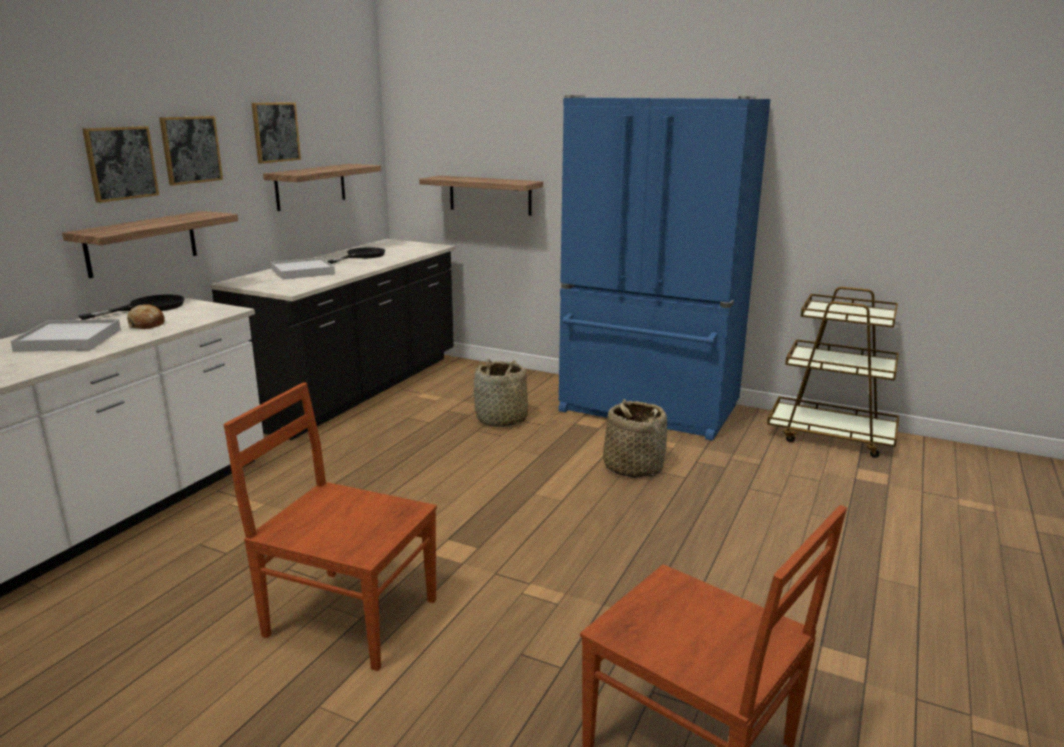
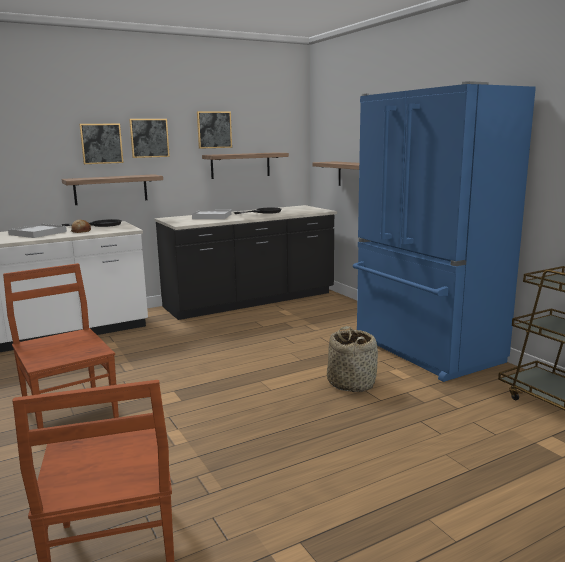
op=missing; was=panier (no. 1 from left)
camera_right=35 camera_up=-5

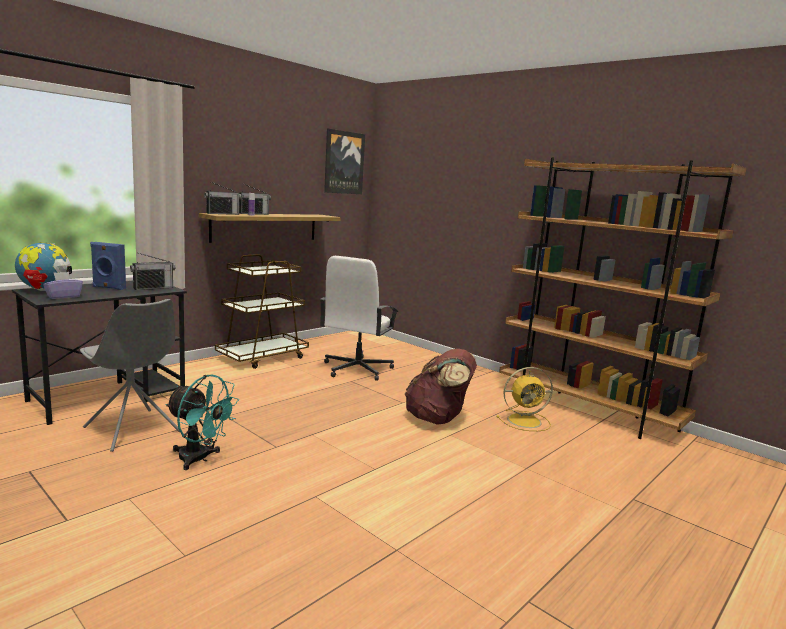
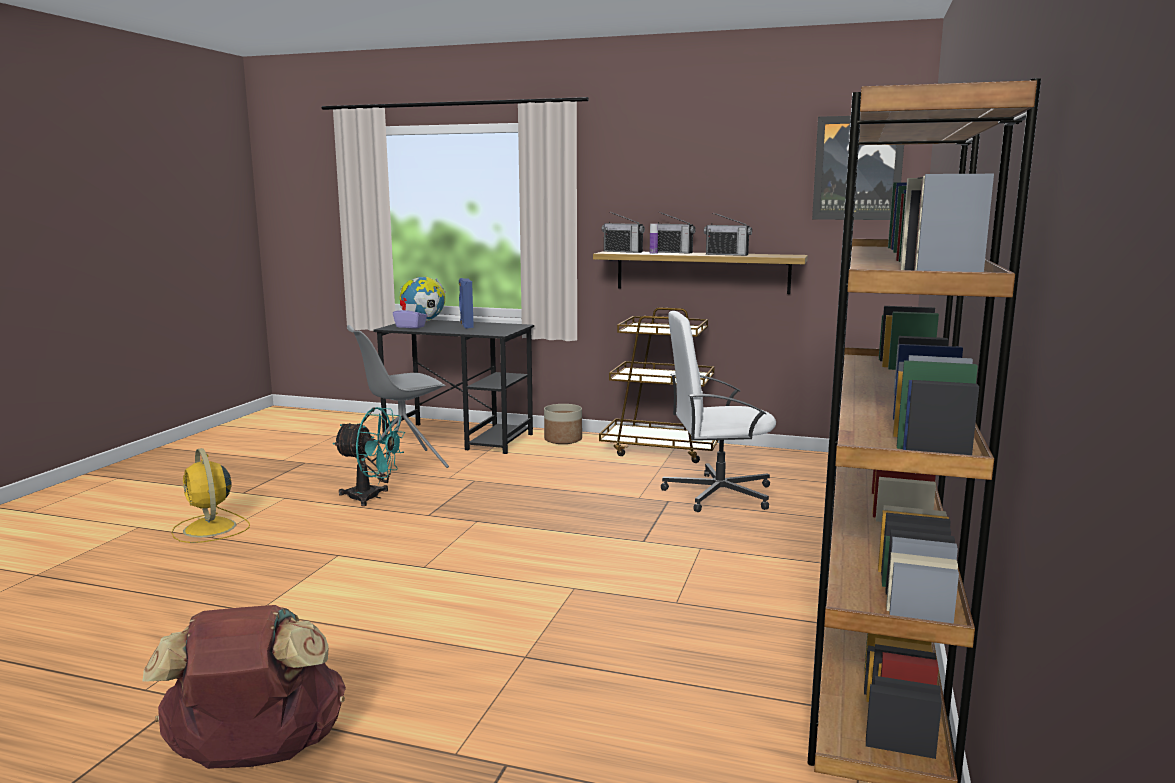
op=relocated; was=sac à dos (marron)
op=relocated; was=ventilateur (jaune)
op=spun; was=ventilateur (turquoise); clockwise=-75
op=spun; was=chaise (gris); clockwise=45
op=appeared; now=cache-pot
op=relocated; was=radio (no. 1 from left in the first image); now=radio (no. 3 from left)
camera_right=65 camera_up=0

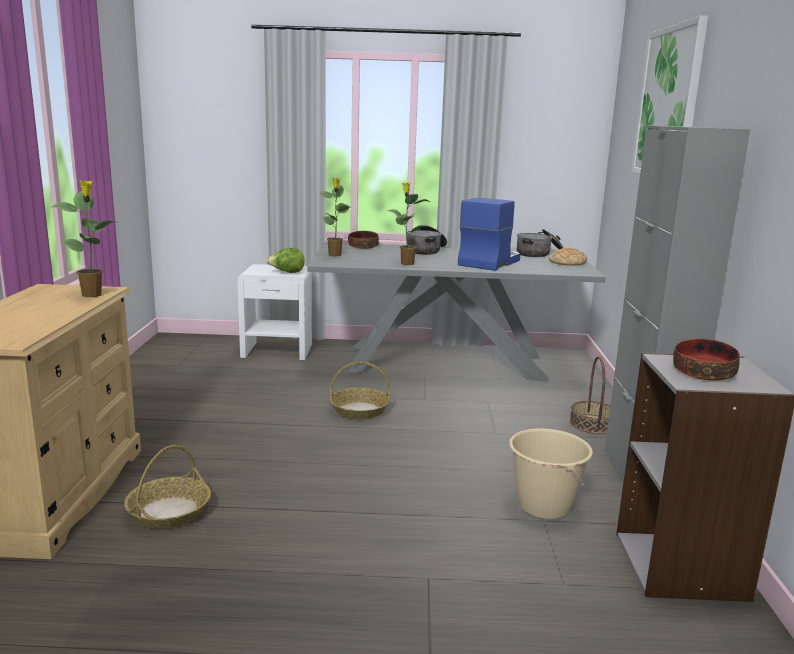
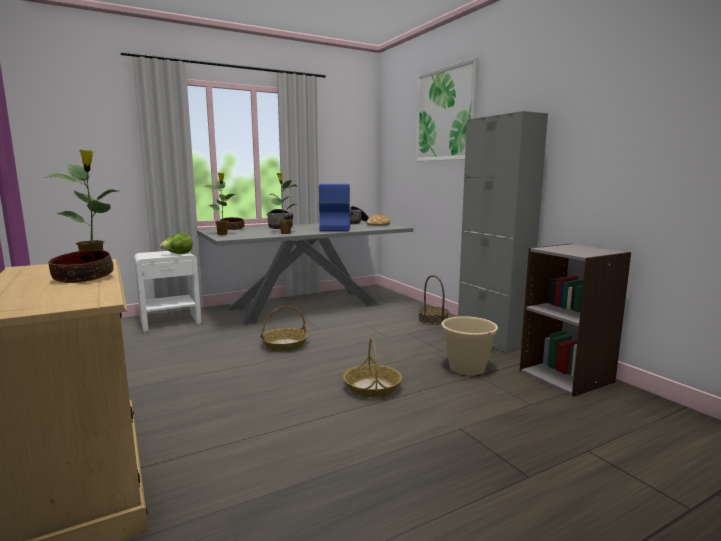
op=relocated; was=bol (no. 2 from left in the first image); now=bol (no. 1 from left)
op=relocated; was=panier (no. 1 from left in the first image); now=panier (no. 2 from left)
camera_right=-30 camera_up=-5

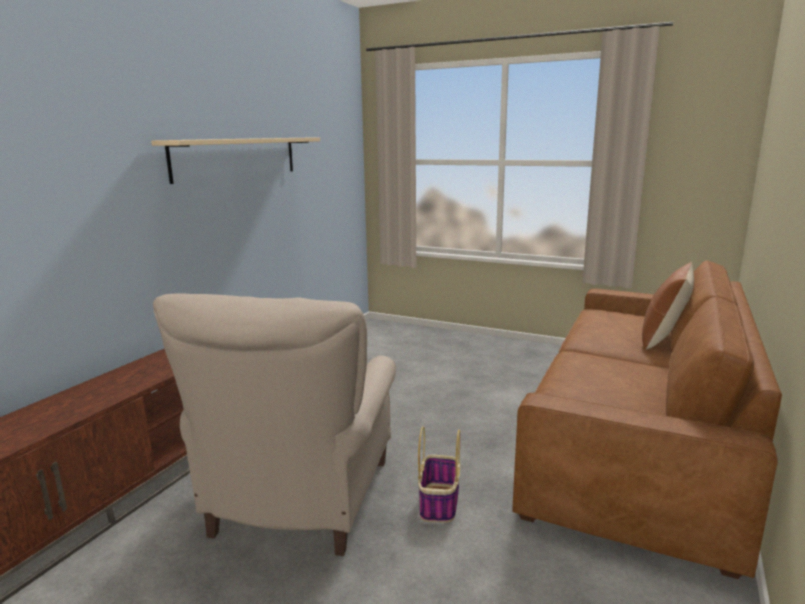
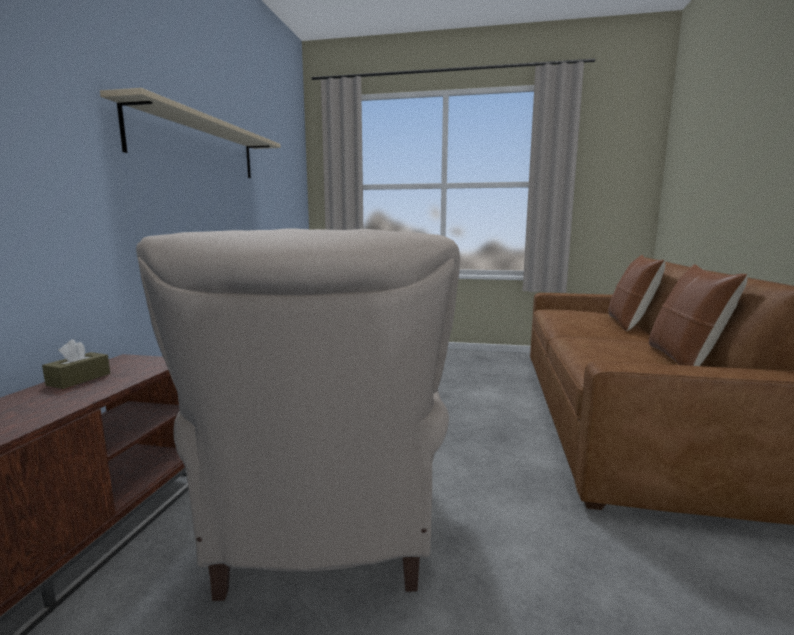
op=appeared; now=boîte à mouchoirs (marron)
op=appeared; now=coussin (marron) (no. 2 from left)
op=missing; was=panier
camera_right=-15 camera_up=-5

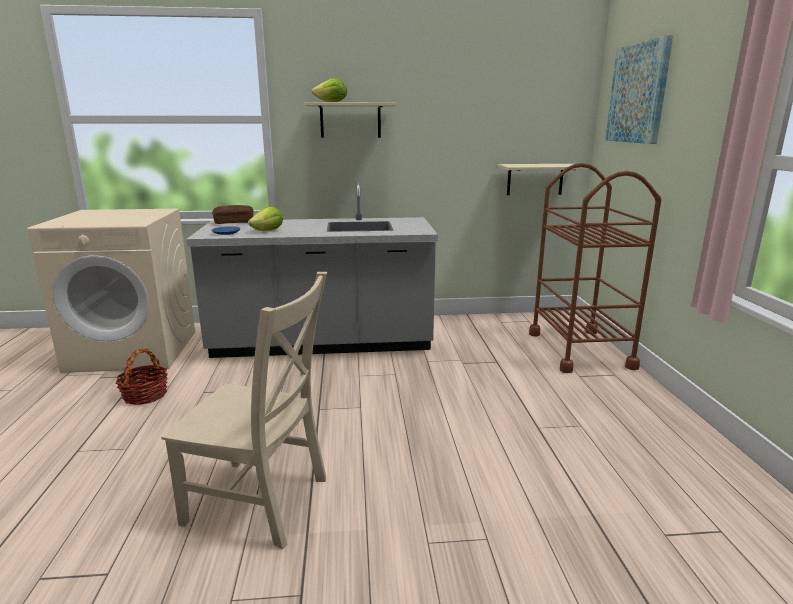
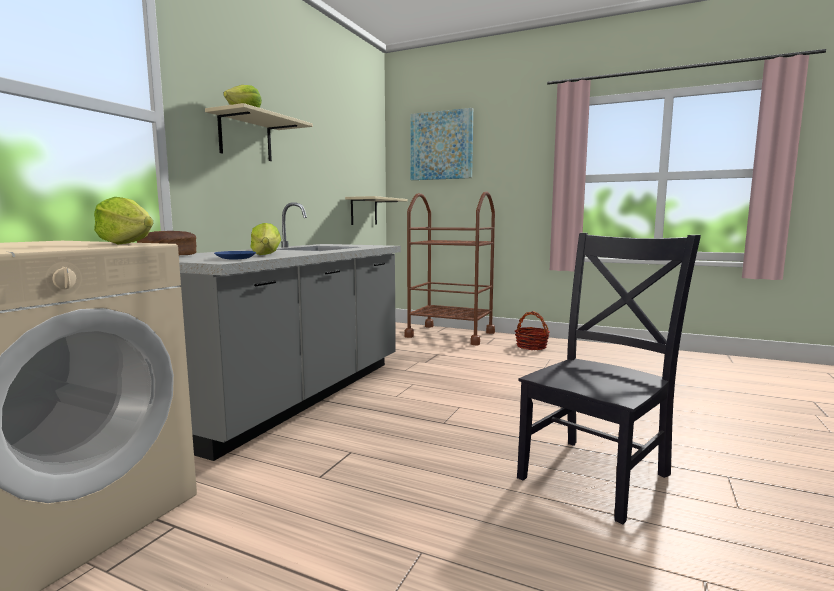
op=appeared; now=laitue (no. 1 from left)
op=relocated; was=panier
op=colour; was=chaise (beige); now=chaise (noir)
camera_right=-60 camera_up=-10

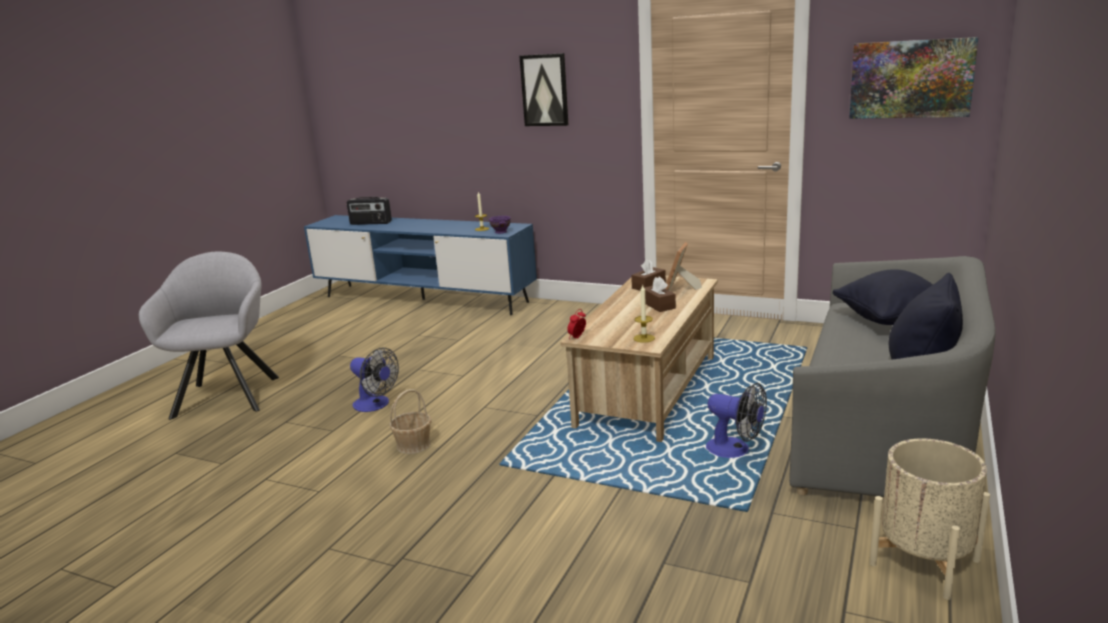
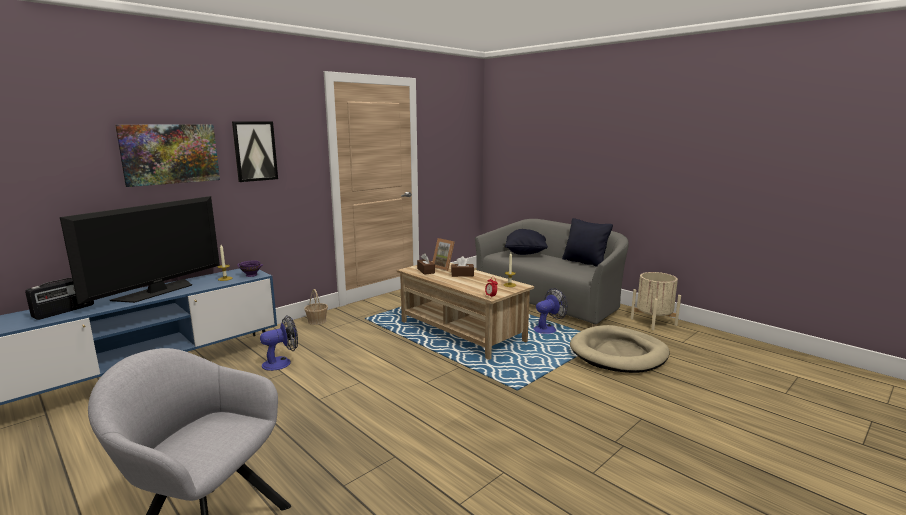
op=appeared; now=téléviseur
op=relocated; was=tableau (no. 2 from left in the first image); now=tableau (no. 1 from left)
op=relocated; was=ventilateur (no. 1 from left)
op=relocated; was=panier
op=appeared; now=panier pour chien (beige)
camera_right=-70 camera_up=-5

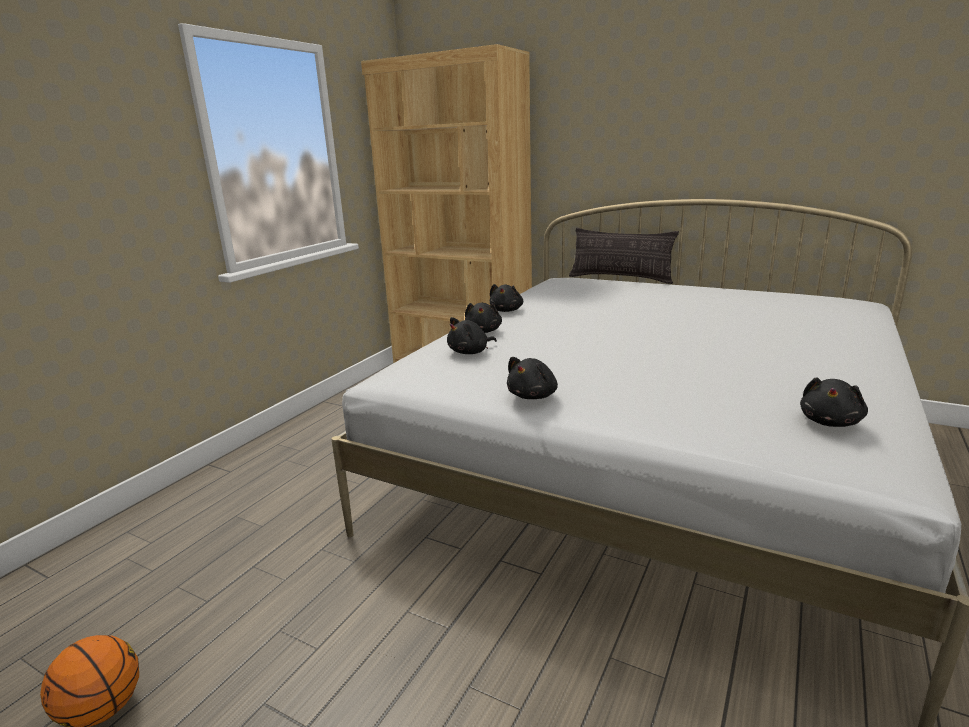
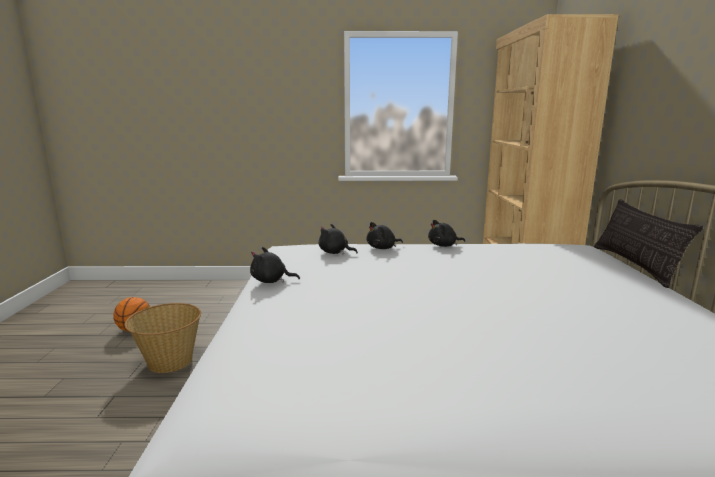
op=appeared; now=panier
op=missing; was=peluche (noir) (no. 5 from left)
camera_right=60 camera_up=-5

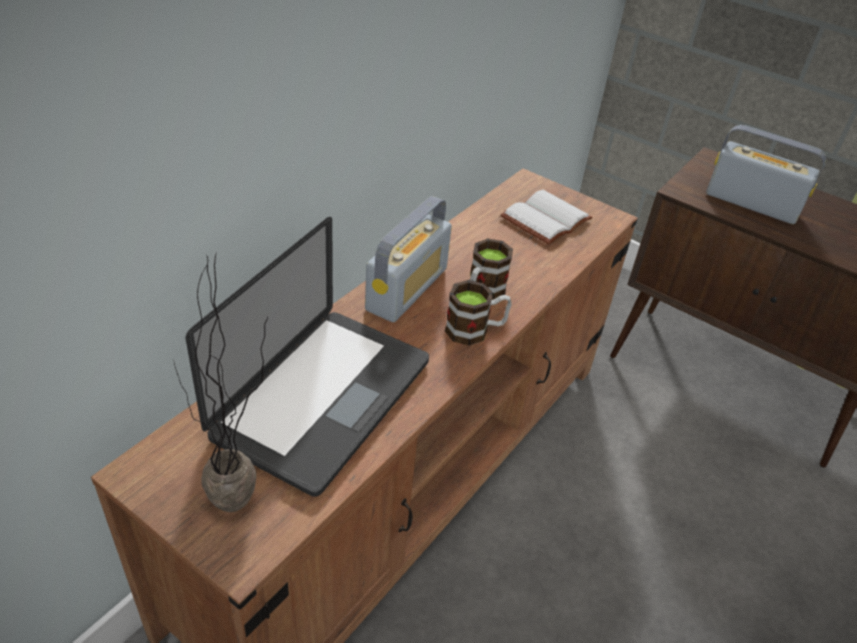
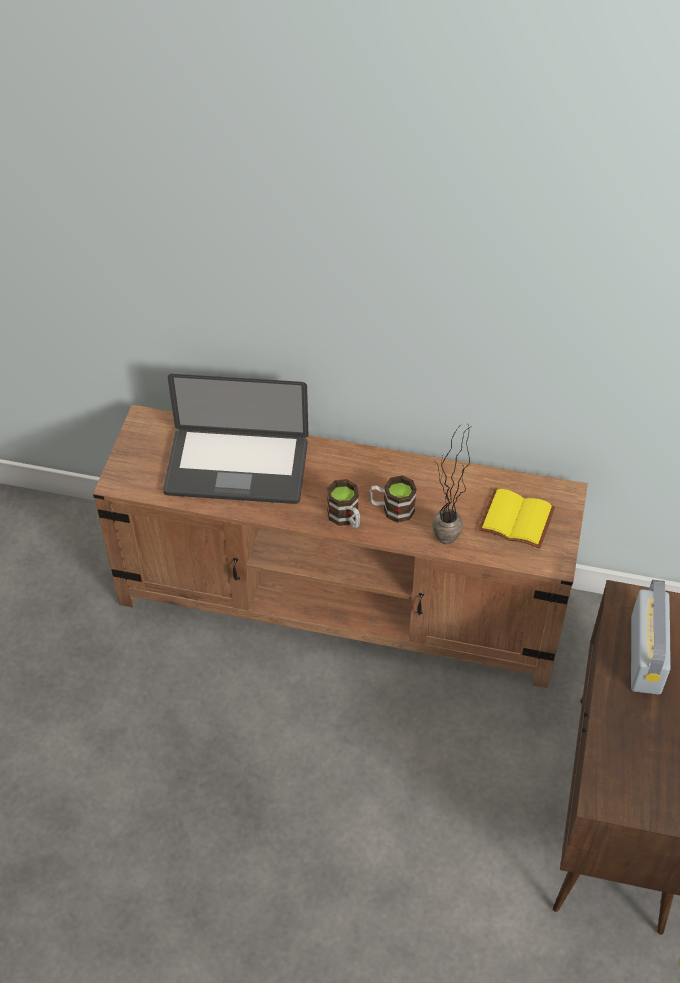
op=relocated; was=plante en pot
op=colour; was=livre (blanc); now=livre (jaune)
op=missing; was=radio (no. 1 from left)
camera_right=70 camera_up=10

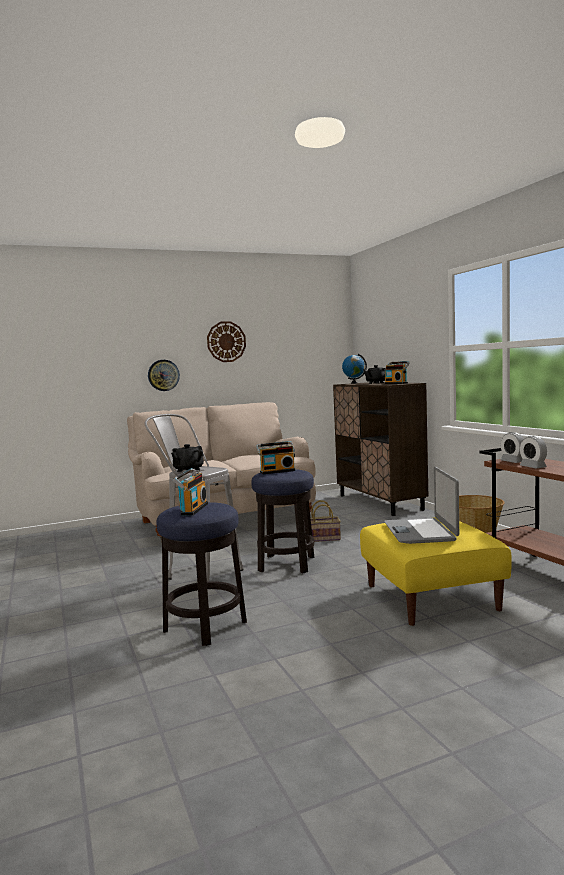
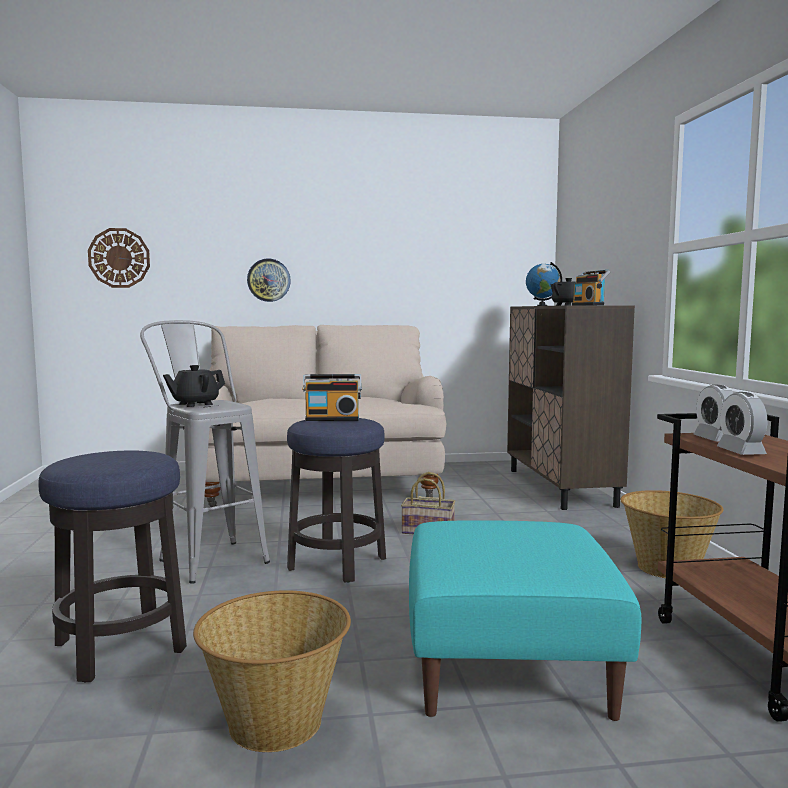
op=relocated; was=horloge murale (no. 2 from left in the first image); now=horloge murale (no. 1 from left)
op=appeared; now=panier (no. 1 from left)
op=colour; was=pouf (jaune); now=pouf (turquoise)
op=missing; was=radio (no. 1 from left)
op=missing; was=ordinateur portable
camera_right=15 camera_up=0

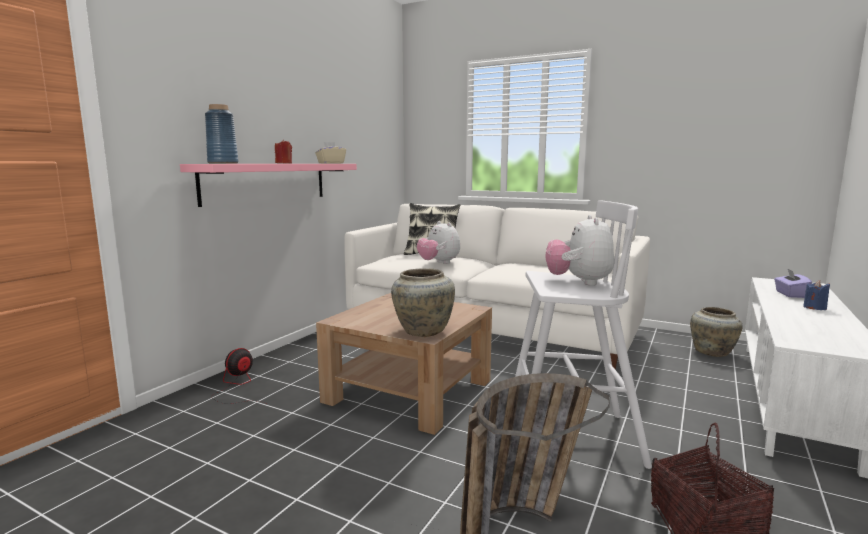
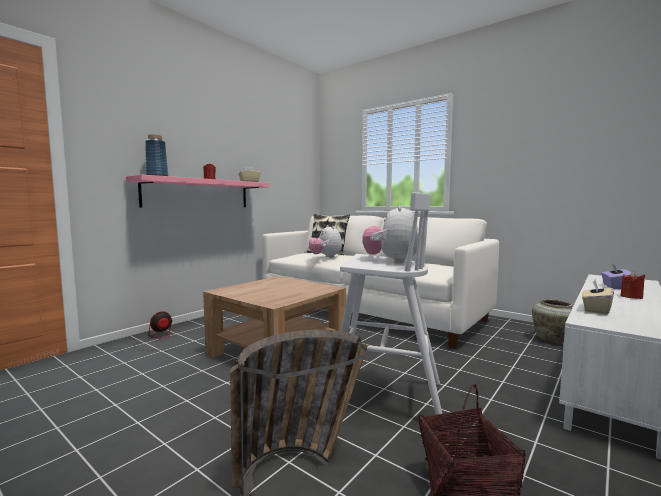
op=appeared; now=boîte à mouchoirs (beige) (no. 2 from left)
op=colour; was=bougie (bleu); now=bougie (rouge) (no. 2 from left)
op=missing; was=vase (beige) (no. 1 from left)
camera_right=10 camera_up=-5

